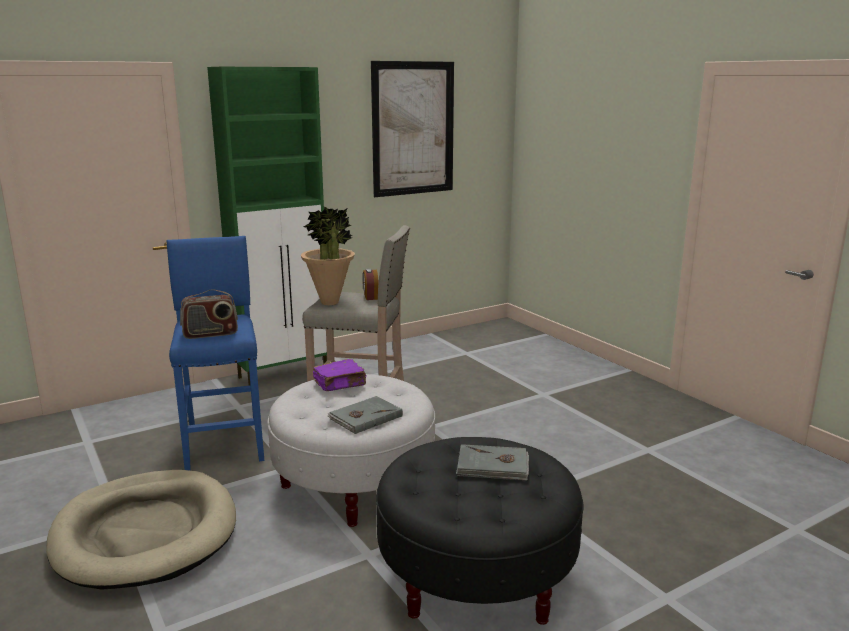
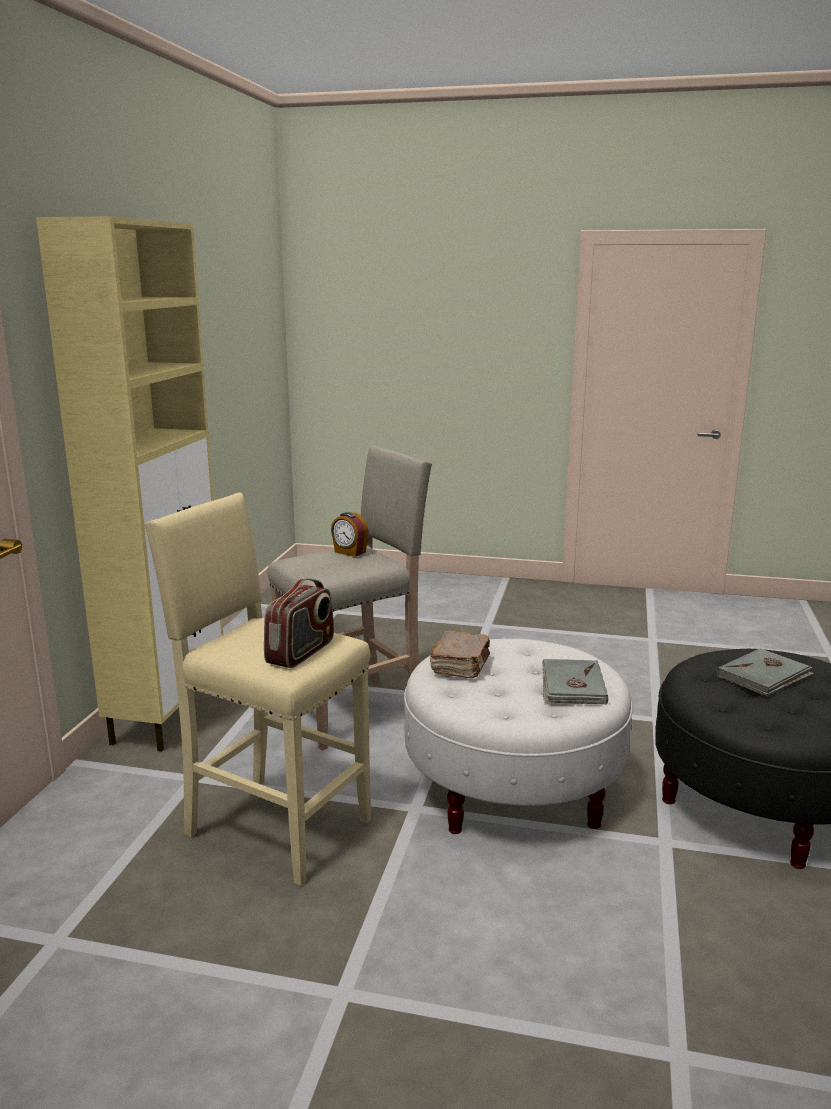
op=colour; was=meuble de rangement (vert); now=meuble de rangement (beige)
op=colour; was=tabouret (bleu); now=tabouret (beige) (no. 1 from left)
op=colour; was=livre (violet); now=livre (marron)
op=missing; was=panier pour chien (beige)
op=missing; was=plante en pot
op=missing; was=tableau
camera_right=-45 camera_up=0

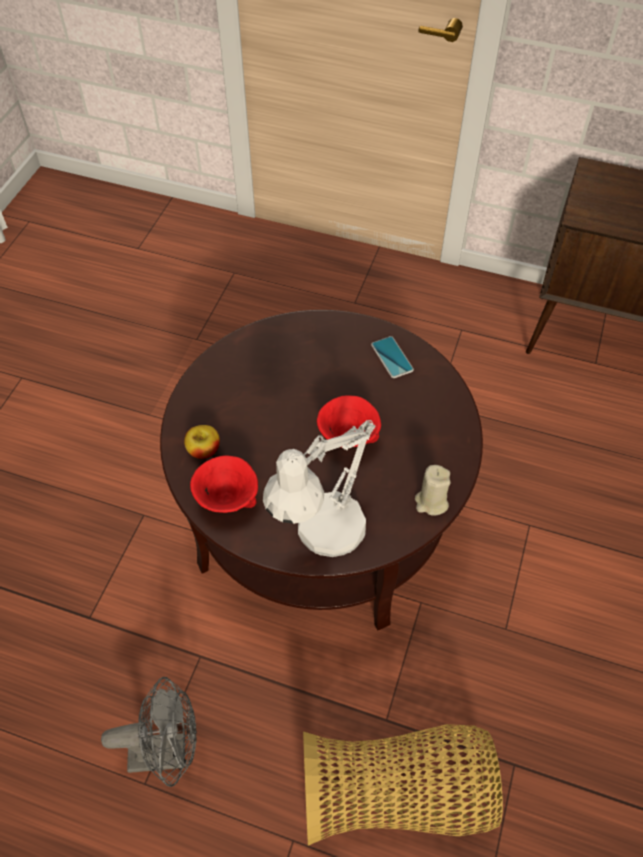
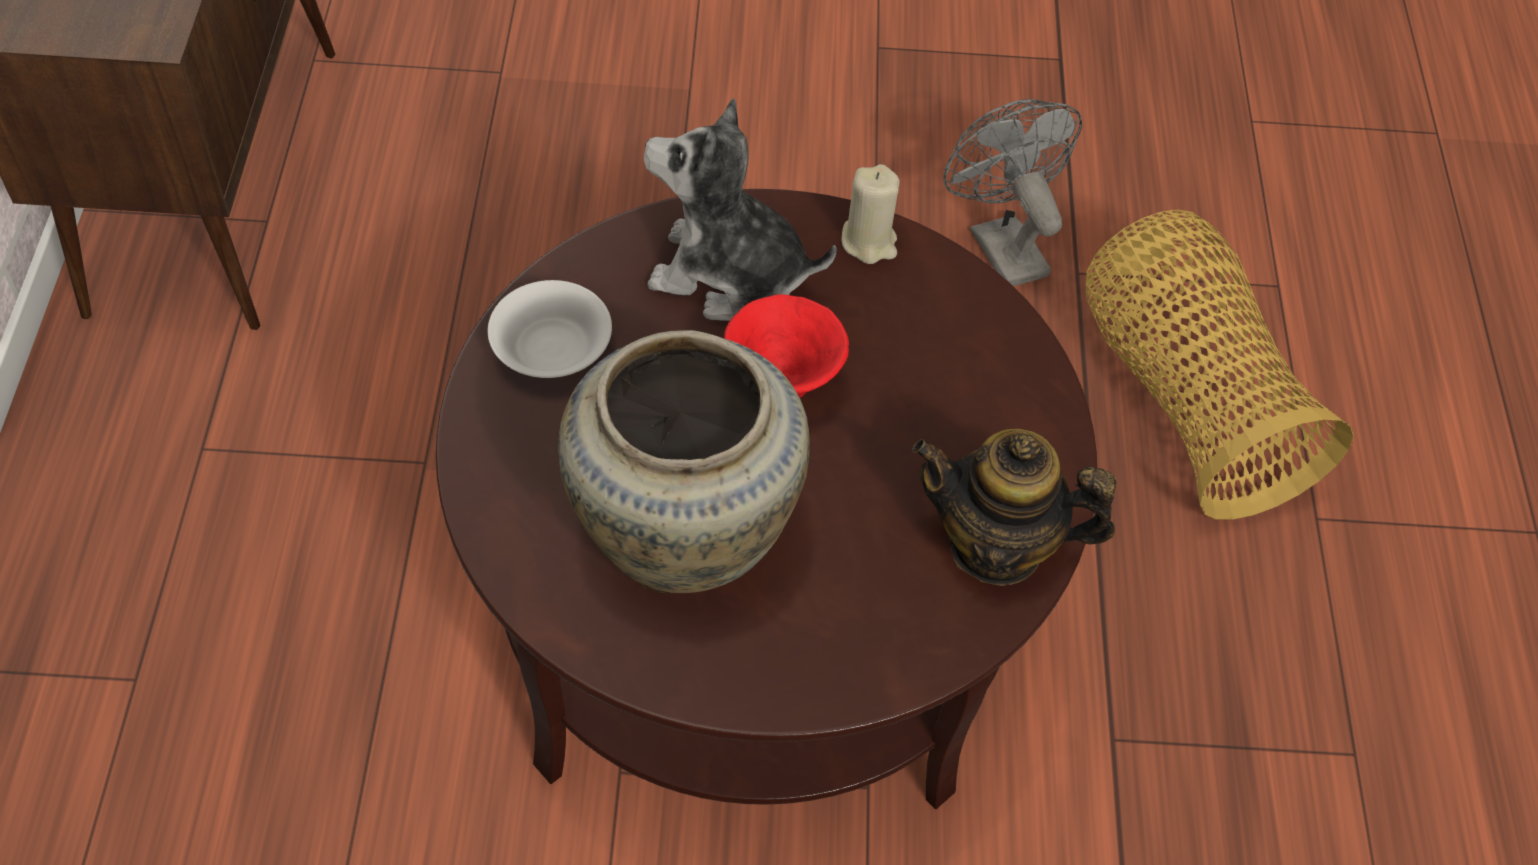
op=exchanged; was=téléphone; now=bol (blanc)
op=appeared; now=vase (beige)
op=appeared; now=peluche
op=exchanged; was=bol (rouge) (no. 1 from left); now=théière
op=relocated; was=ventilateur (gris)
op=missing; was=pomme
op=missing; was=lampe de table (blanc)
camera_right=-110 camera_up=0

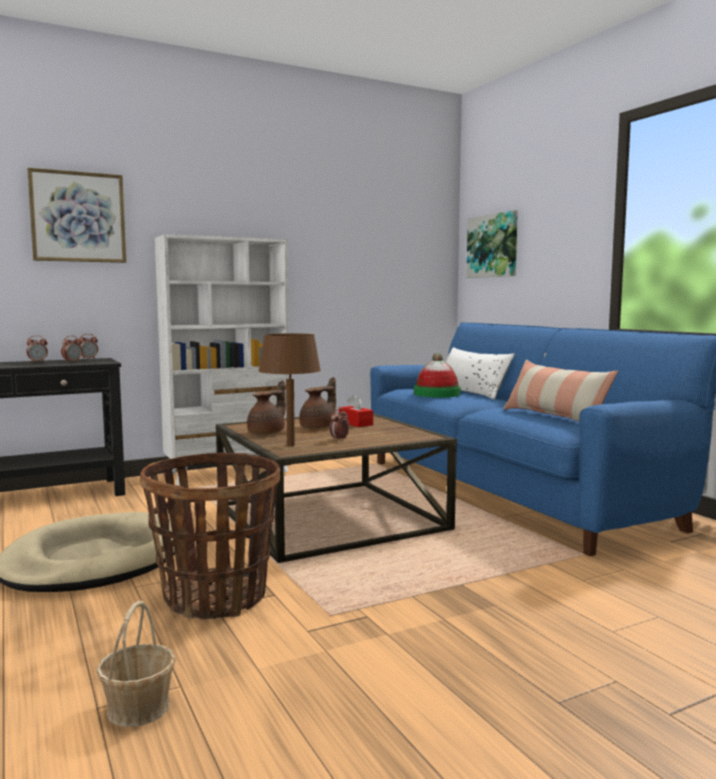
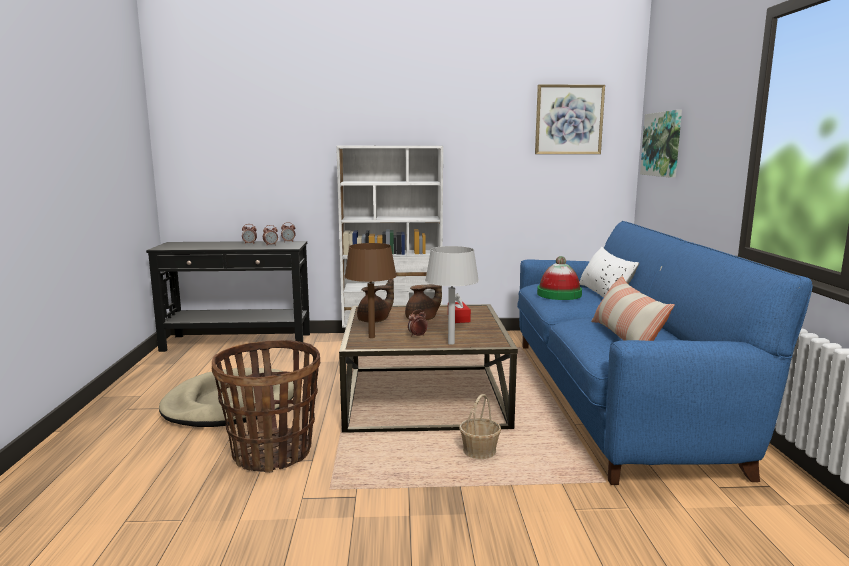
op=appeared; now=lampe de table (gris)
op=relocated; was=panier (no. 1 from left in the first image); now=panier (no. 2 from left)
op=relocated; was=tableau (no. 1 from left)
camera_right=25 camera_up=5

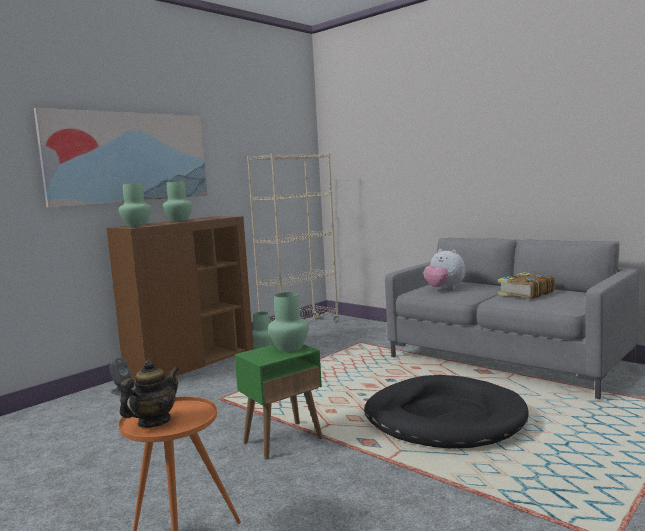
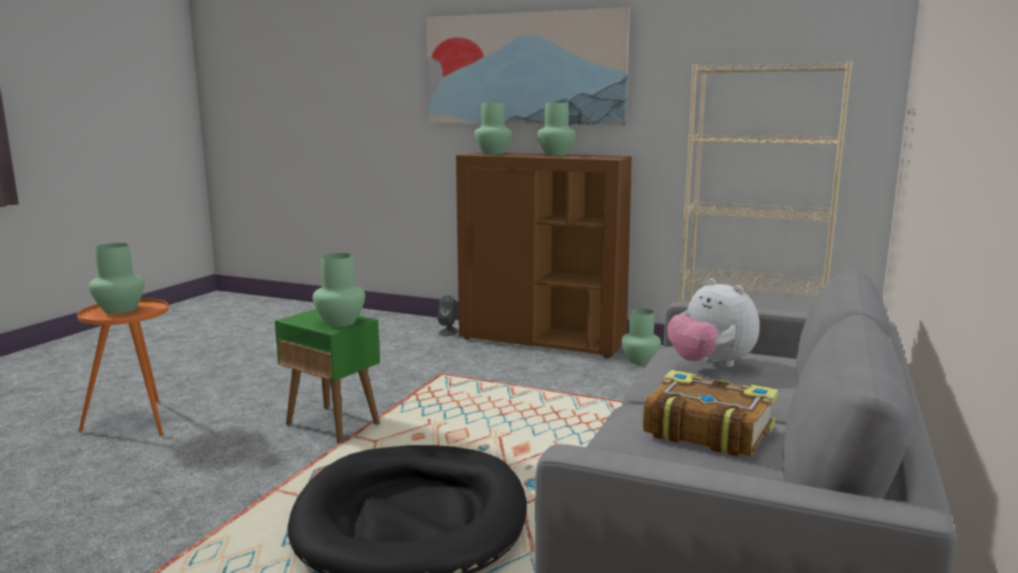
op=exchanged; was=théière; now=vase (vert) (no. 1 from left)
op=spun; was=peluche; clockwise=-60
camera_right=70 camera_up=5

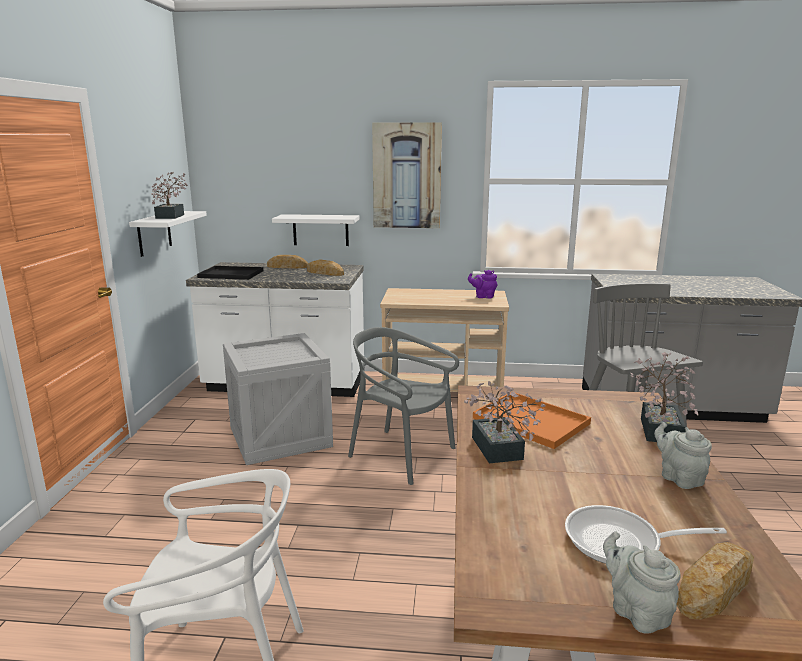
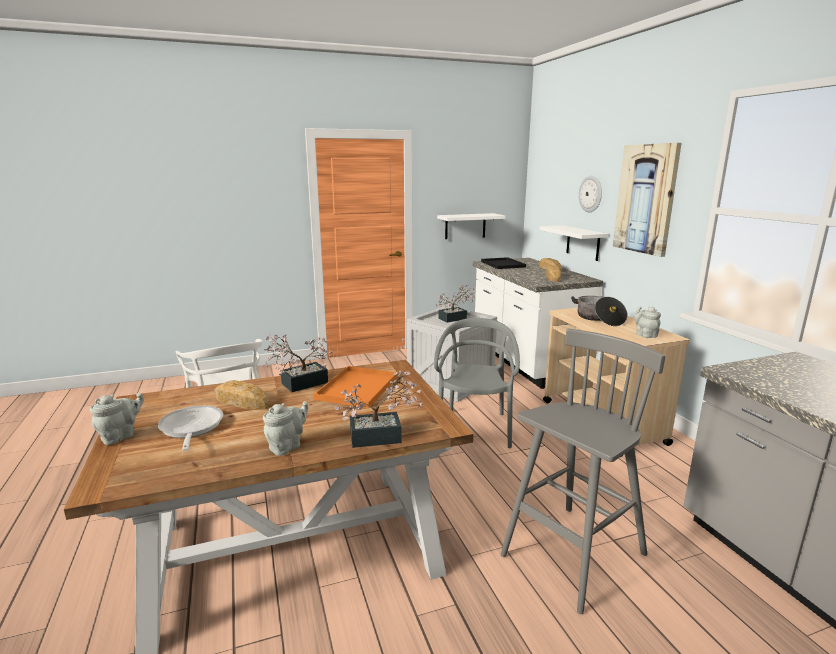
op=relocated; was=pain (no. 3 from left in the first image); now=pain (no. 1 from left)
op=relocated; was=plante en pot (no. 1 from left in the first image); now=plante en pot (no. 3 from left)
op=appeared; now=marmite
op=appeared; now=horloge murale
op=colour; was=théière (violet); now=théière (gris) (no. 3 from left)
camera_right=65 camera_up=0

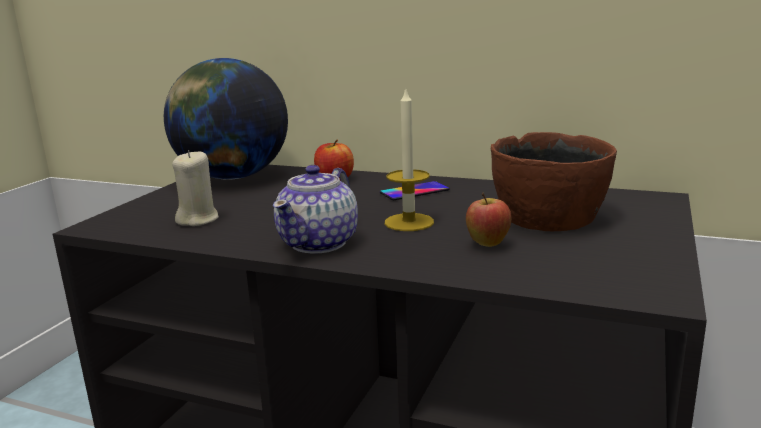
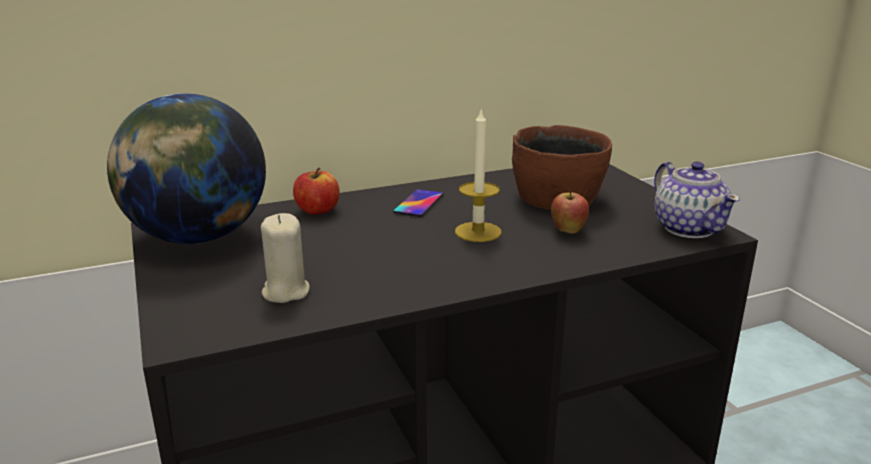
op=relocated; was=théière
camera_right=-45 camera_up=5

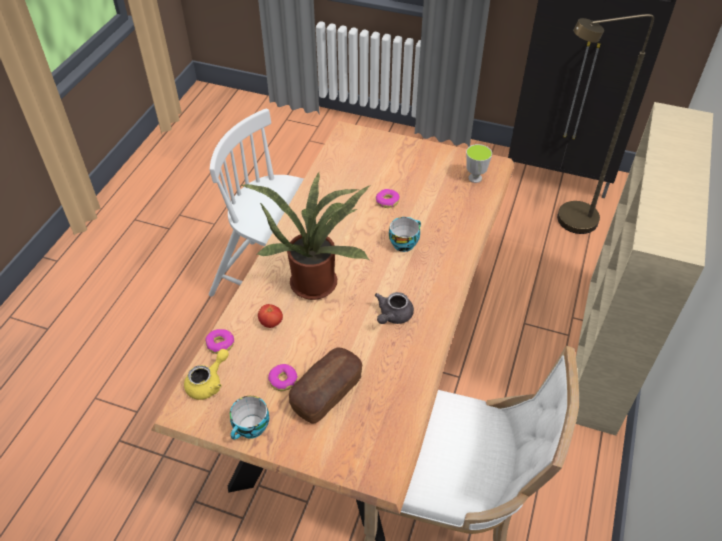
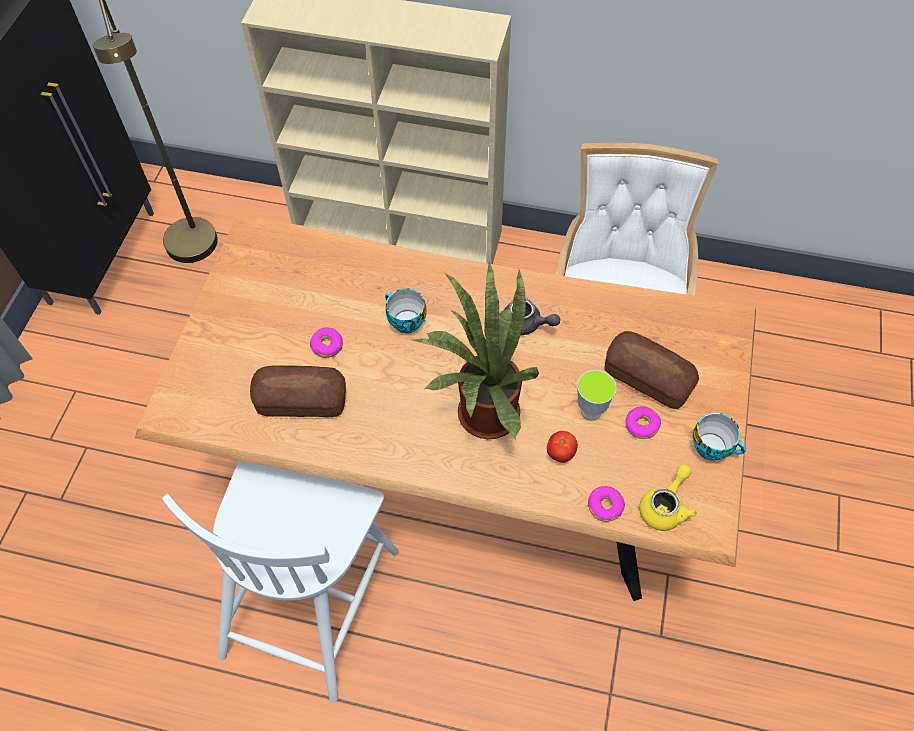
op=appeared; now=pain (no. 1 from left)
op=relocated; was=tasse (no. 3 from left in the first image); now=tasse (no. 2 from left)
op=spun; was=théière (jaune); clockwise=90
camera_right=-95 camera_up=10

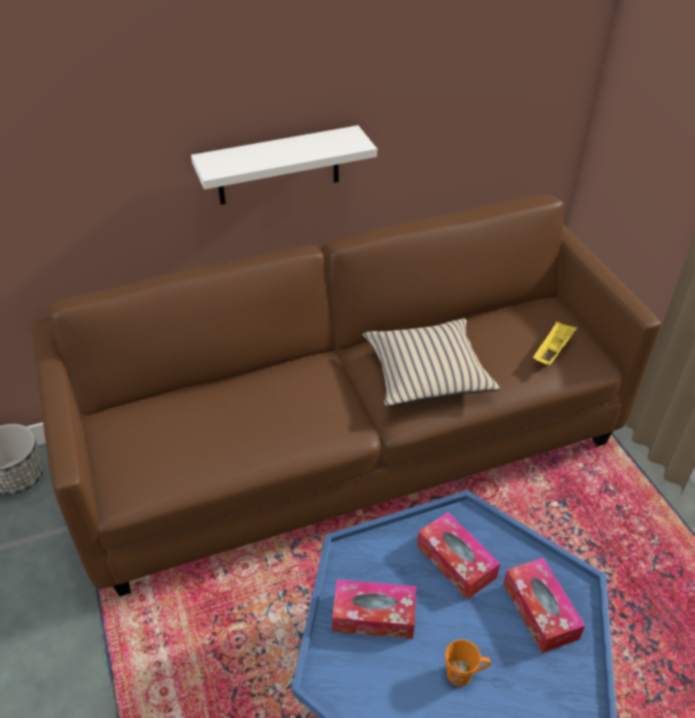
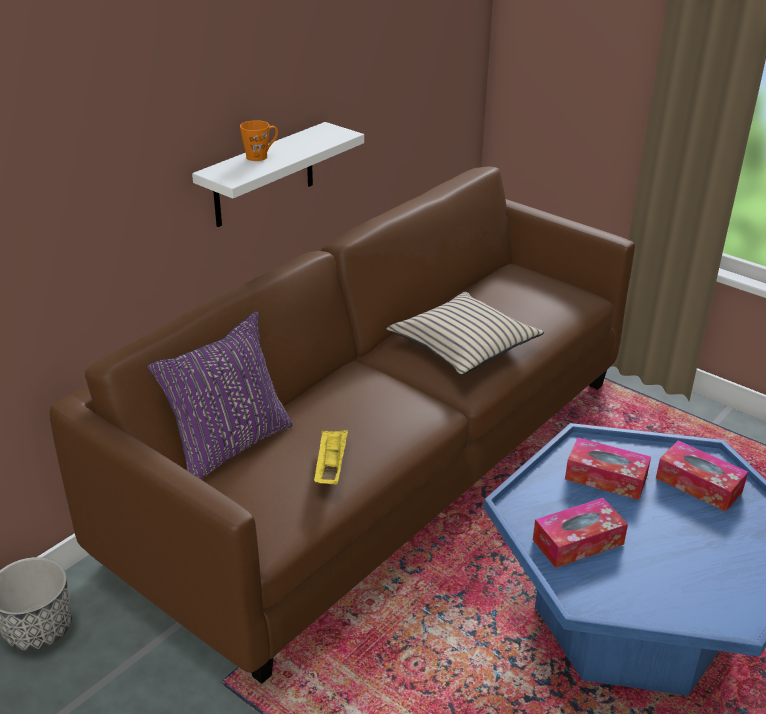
op=appeared; now=coussin (violet)
op=relocated; was=mug (orange)
op=relocated; was=plateau (jaune)
camera_right=-30 camera_up=-10

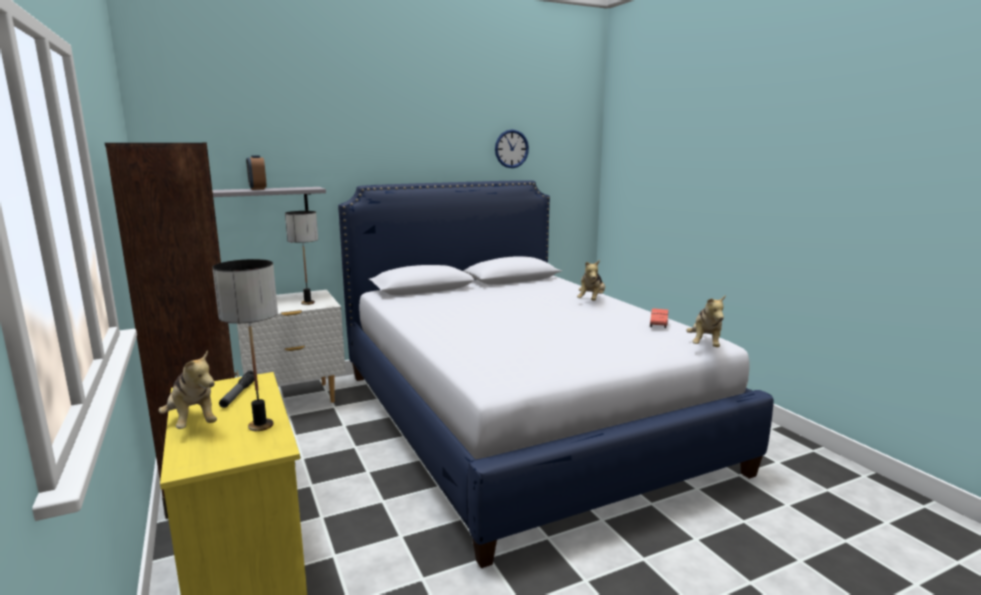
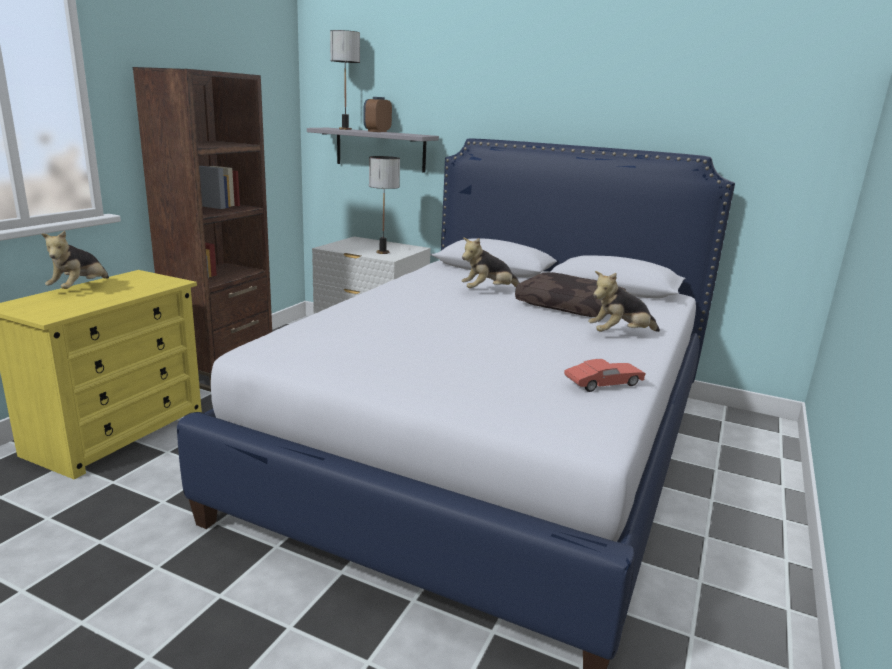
op=relocated; was=lampe de table (no. 1 from left)
op=relocated; was=peluche (no. 3 from left in the first image); now=peluche (no. 2 from left)
op=appeared; now=coussin (marron)
op=missing; was=lampe de poche
op=missing; was=horloge murale
camera_right=50 camera_up=5

